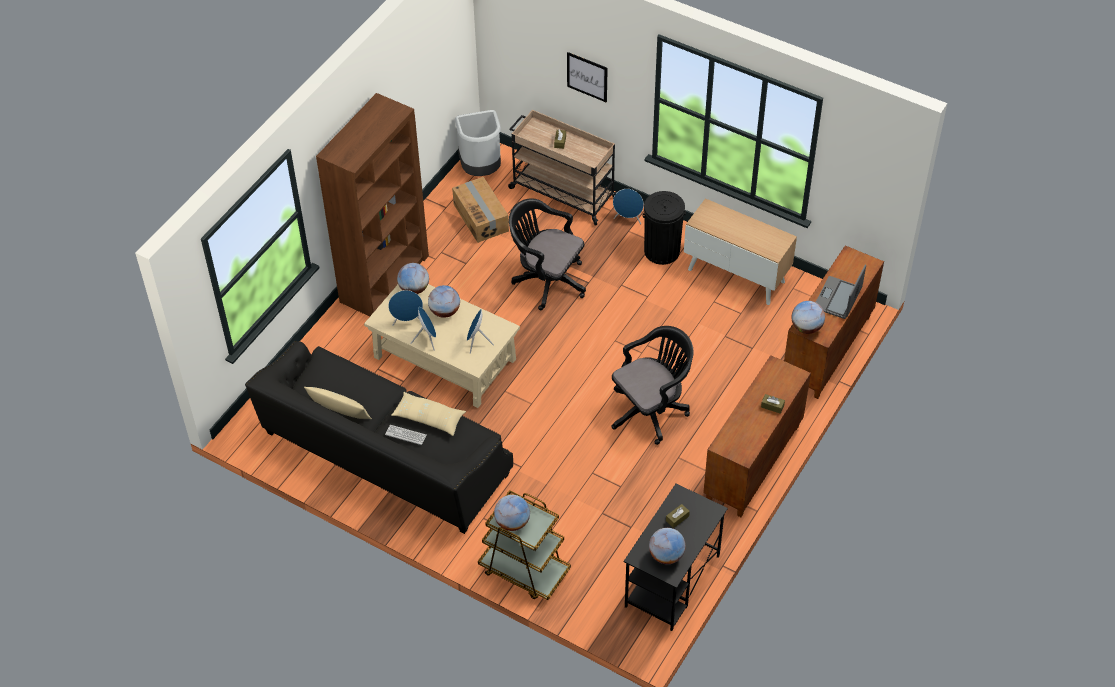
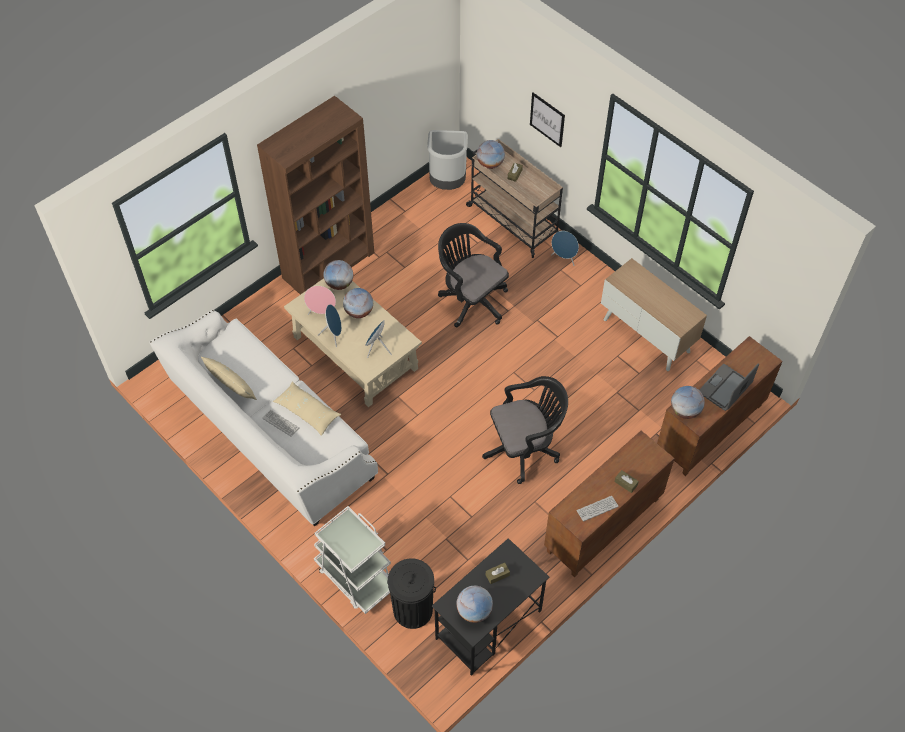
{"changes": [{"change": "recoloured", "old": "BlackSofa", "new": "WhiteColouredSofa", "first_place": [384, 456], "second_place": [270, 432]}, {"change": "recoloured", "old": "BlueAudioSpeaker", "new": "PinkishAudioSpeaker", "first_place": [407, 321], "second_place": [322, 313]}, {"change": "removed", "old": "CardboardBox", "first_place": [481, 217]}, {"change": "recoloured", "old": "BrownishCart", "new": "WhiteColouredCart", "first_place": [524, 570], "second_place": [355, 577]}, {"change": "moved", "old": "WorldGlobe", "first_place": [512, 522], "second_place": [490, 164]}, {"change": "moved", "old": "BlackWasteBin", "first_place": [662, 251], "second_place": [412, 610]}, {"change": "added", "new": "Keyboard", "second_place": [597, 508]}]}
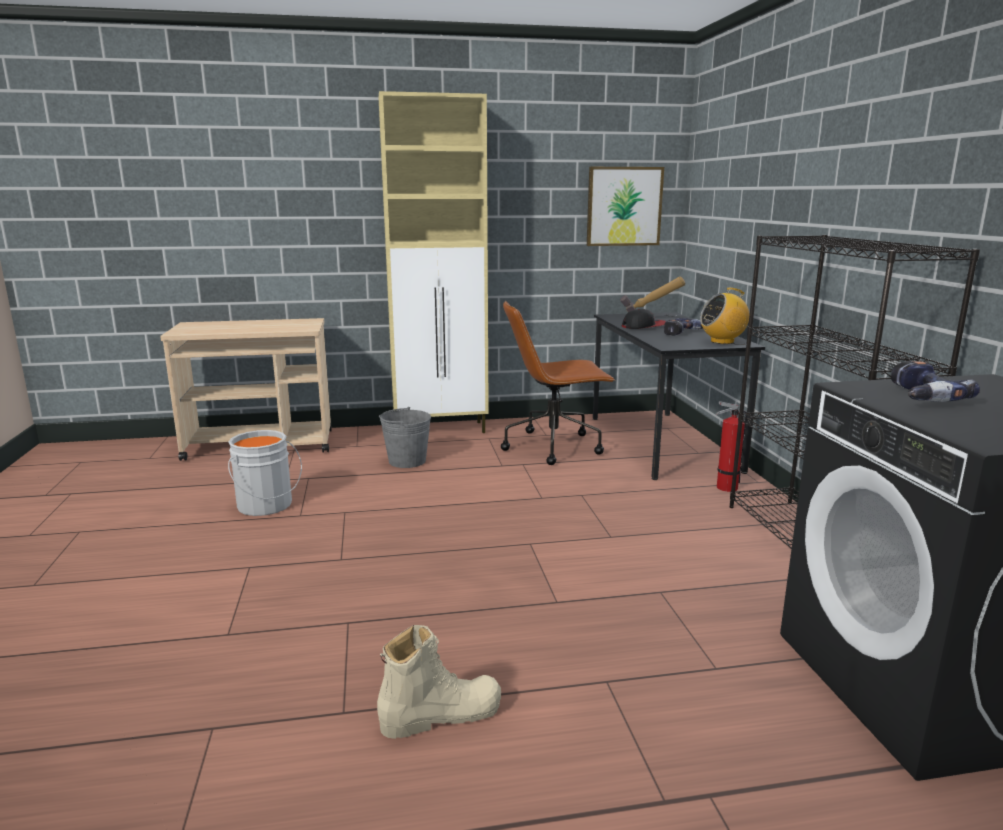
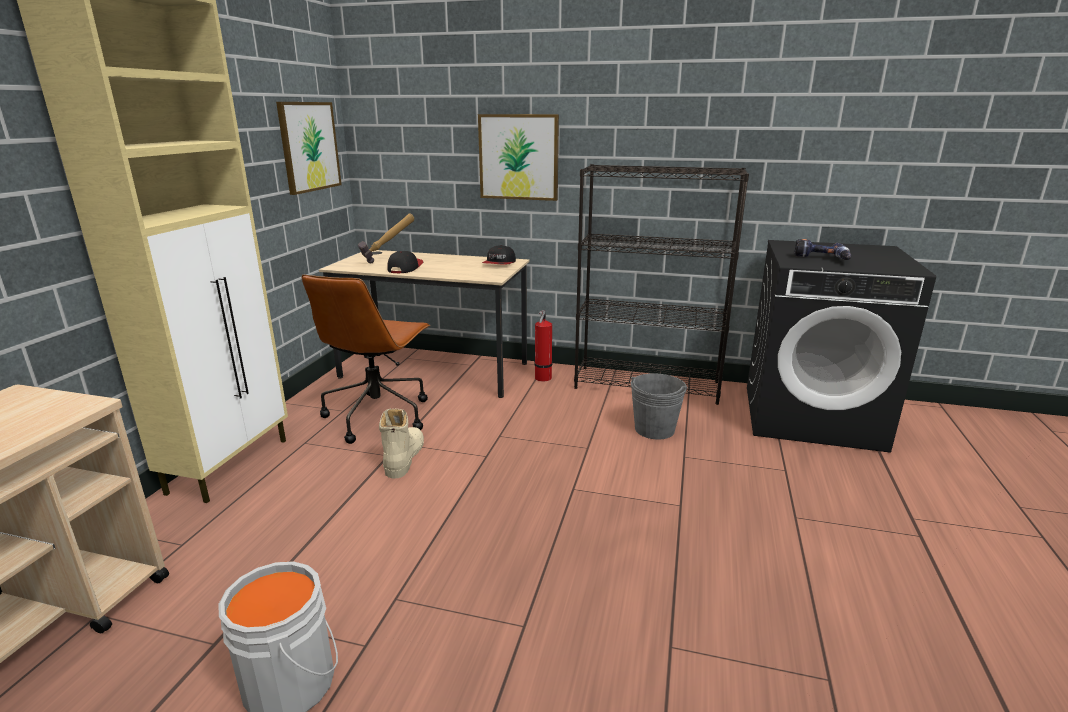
{"changes": [{"change": "moved", "old": "BeigeHighTopBoot", "first_place": [441, 715], "second_place": [404, 457]}, {"change": "moved", "old": "GreyPail", "first_place": [407, 461], "second_place": [654, 429]}, {"change": "recoloured", "old": "BlackDesk", "new": "BeigeDesk", "first_place": [661, 443], "second_place": [434, 370]}, {"change": "removed", "old": "ElectricDrill", "first_place": [685, 333]}, {"change": "replaced", "old": "RadioSet", "new": "Cap", "first_place": [722, 341], "second_place": [499, 263]}, {"change": "added", "new": "WallPicture", "second_place": [519, 157]}]}
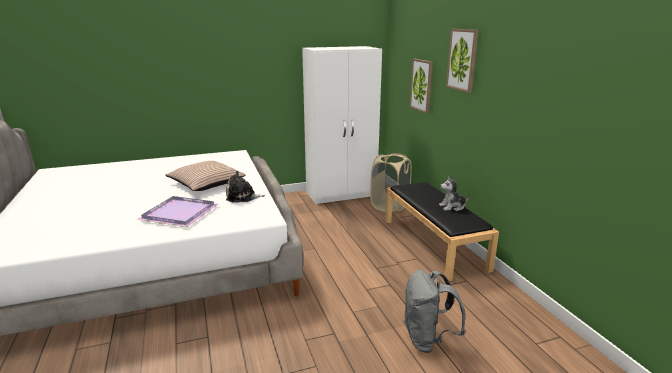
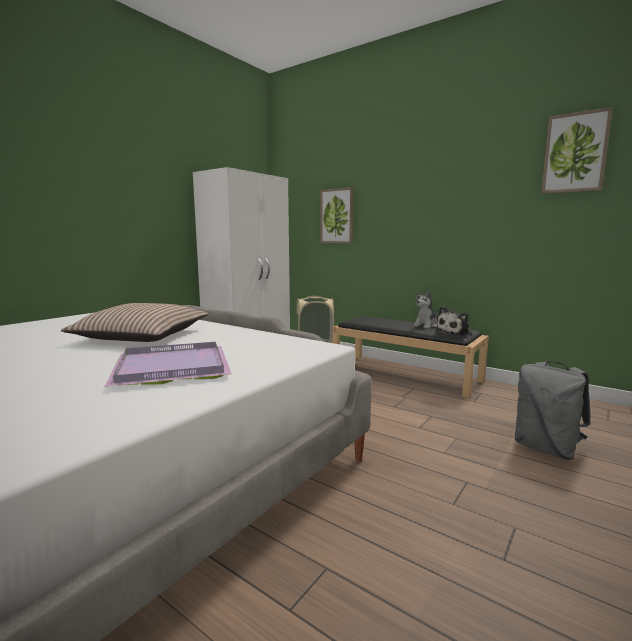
{"changes": [{"change": "moved", "old": "SoftToy", "first_place": [243, 197], "second_place": [455, 333]}, {"change": "moved", "old": "WallPicture", "first_place": [462, 60], "second_place": [575, 153]}]}
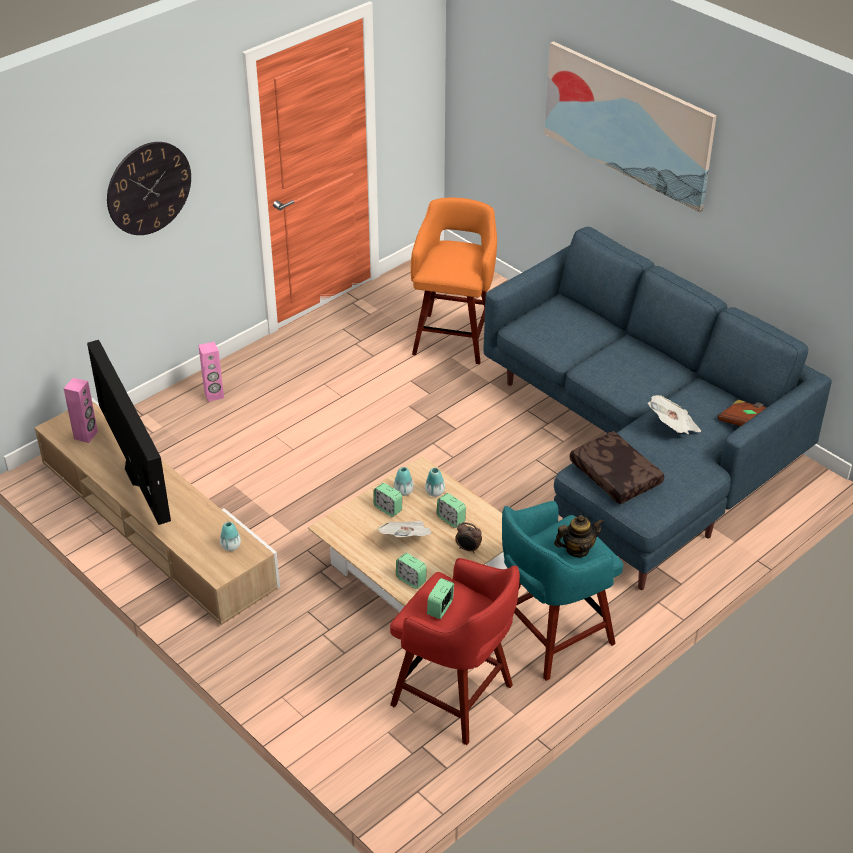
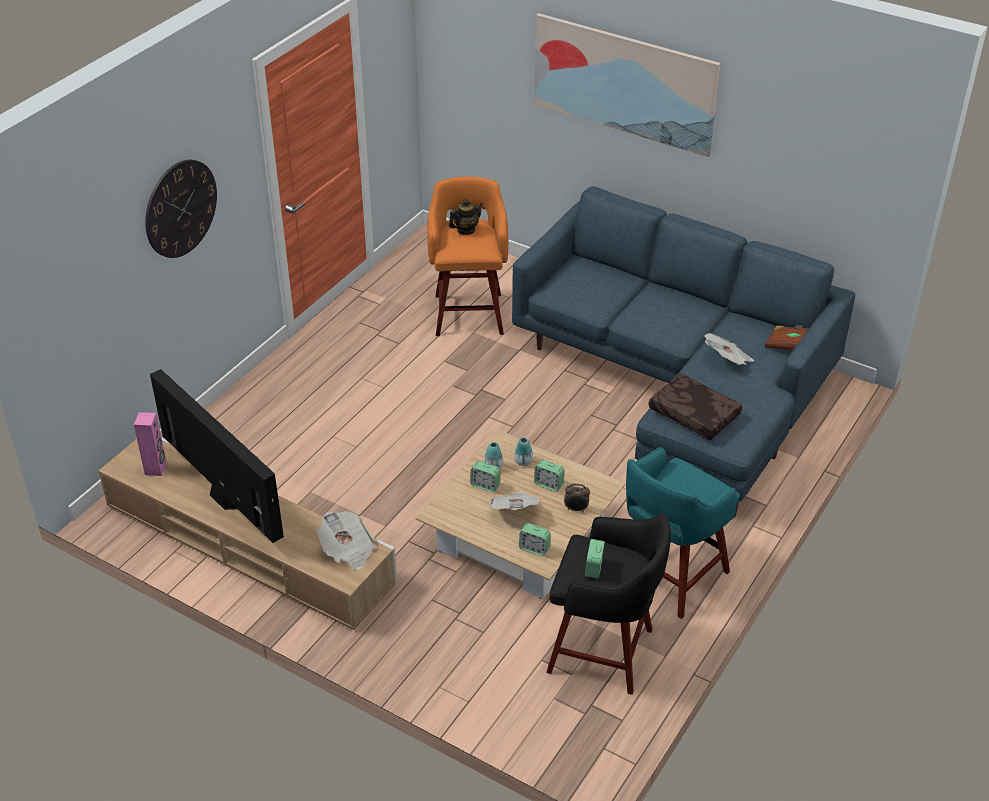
{"changes": [{"change": "removed", "old": "PinkishAudioSpeaker", "first_place": [214, 395]}, {"change": "replaced", "old": "DecorativeVase", "new": "PrintedPaper", "first_place": [231, 546], "second_place": [347, 550]}, {"change": "recoloured", "old": "ReddishSittingStool", "new": "BlackSittingStool", "first_place": [455, 697], "second_place": [604, 652]}, {"change": "moved", "old": "PotForTea", "first_place": [577, 549], "second_place": [466, 230]}]}
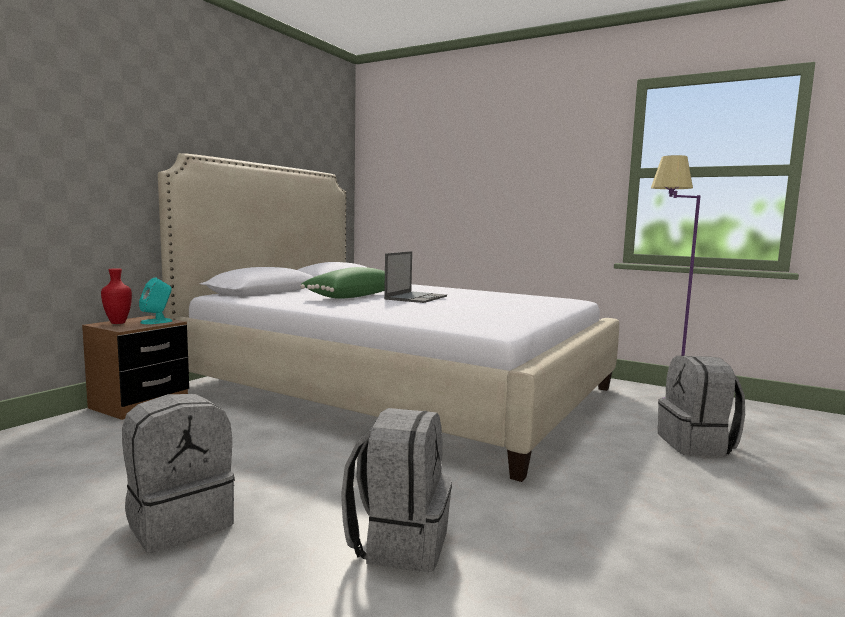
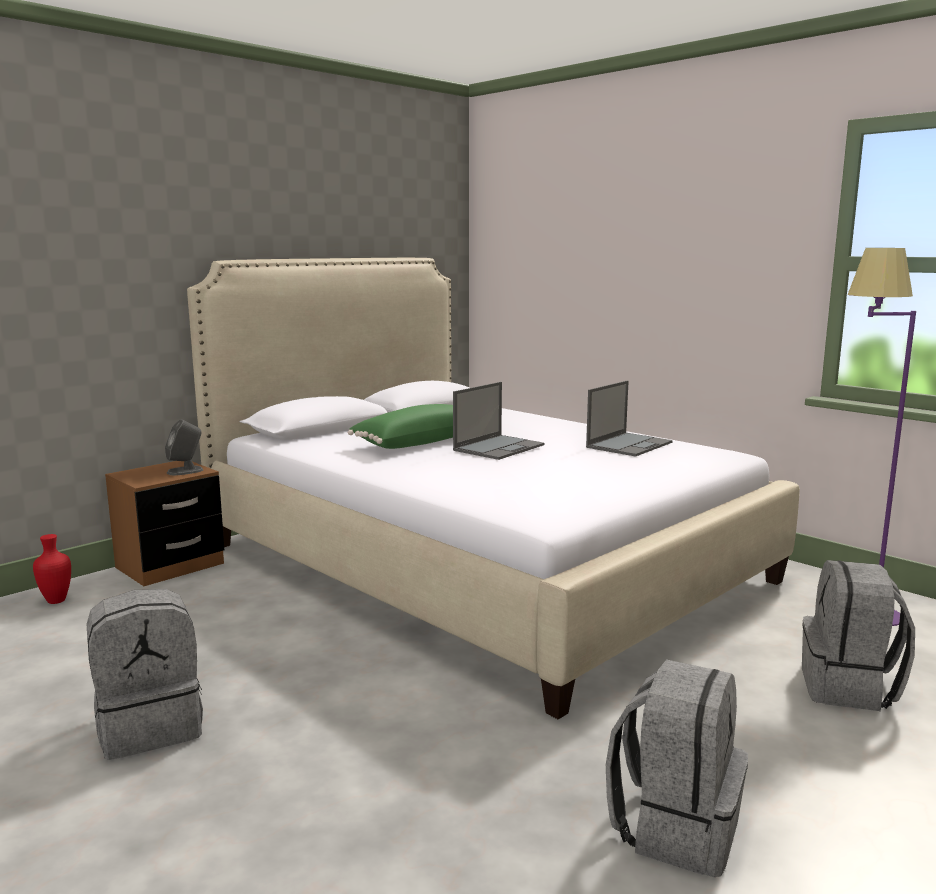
{"changes": [{"change": "moved", "old": "ReddishDecorativeVase", "first_place": [118, 323], "second_place": [56, 600]}, {"change": "recoloured", "old": "TurquoiseColouredAudioSpeaker", "new": "GreyAudioSpeaker", "first_place": [157, 321], "second_place": [185, 471]}, {"change": "moved", "old": "GreyKnapsack", "first_place": [399, 542], "second_place": [675, 827]}, {"change": "added", "new": "PortableComputer", "second_place": [629, 445]}]}
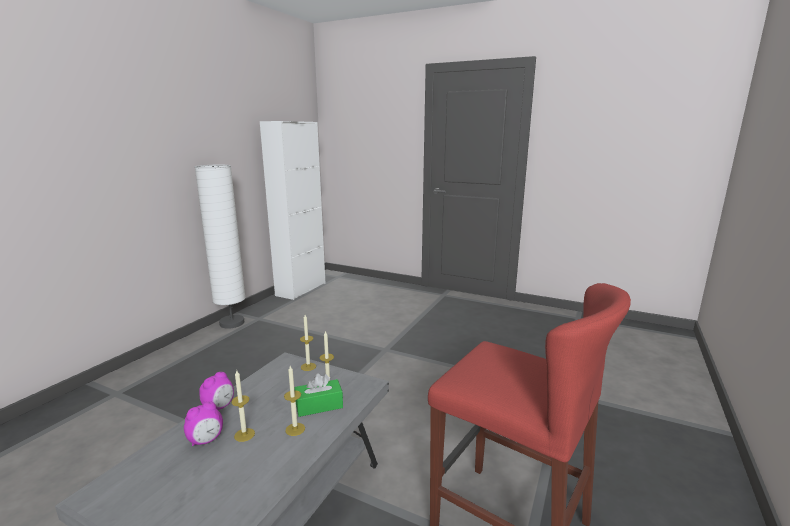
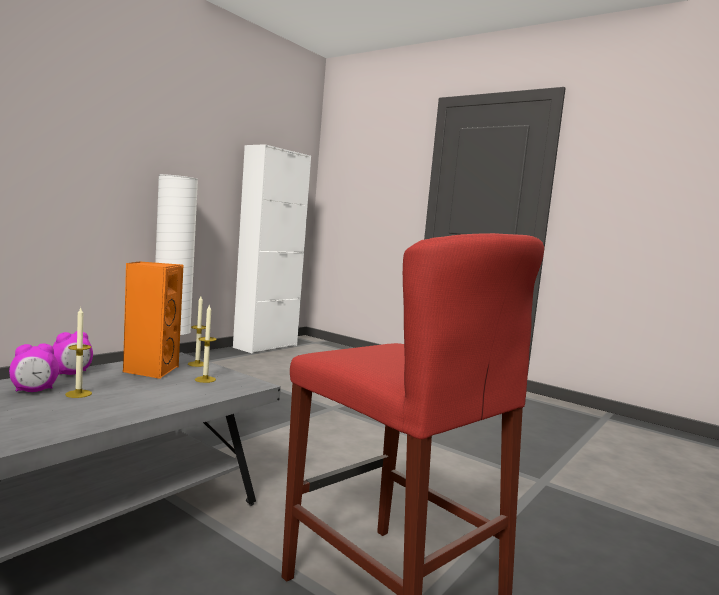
{"changes": [{"change": "removed", "old": "Candle", "first_place": [295, 429]}, {"change": "removed", "old": "GreenBoxOfTissues", "first_place": [319, 405]}, {"change": "added", "new": "OrangeyAudioSpeaker", "second_place": [150, 370]}]}
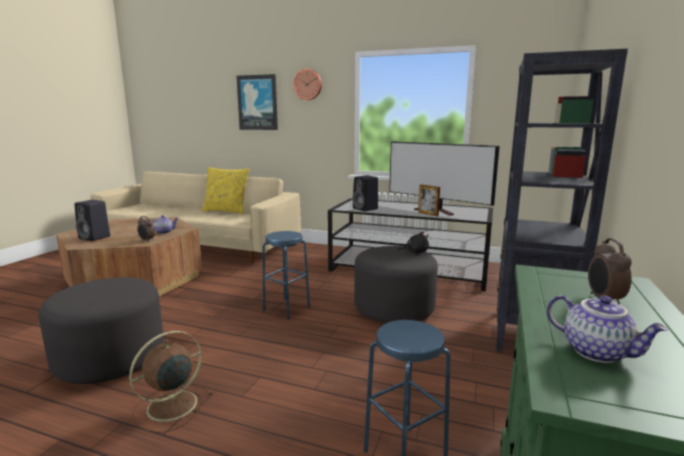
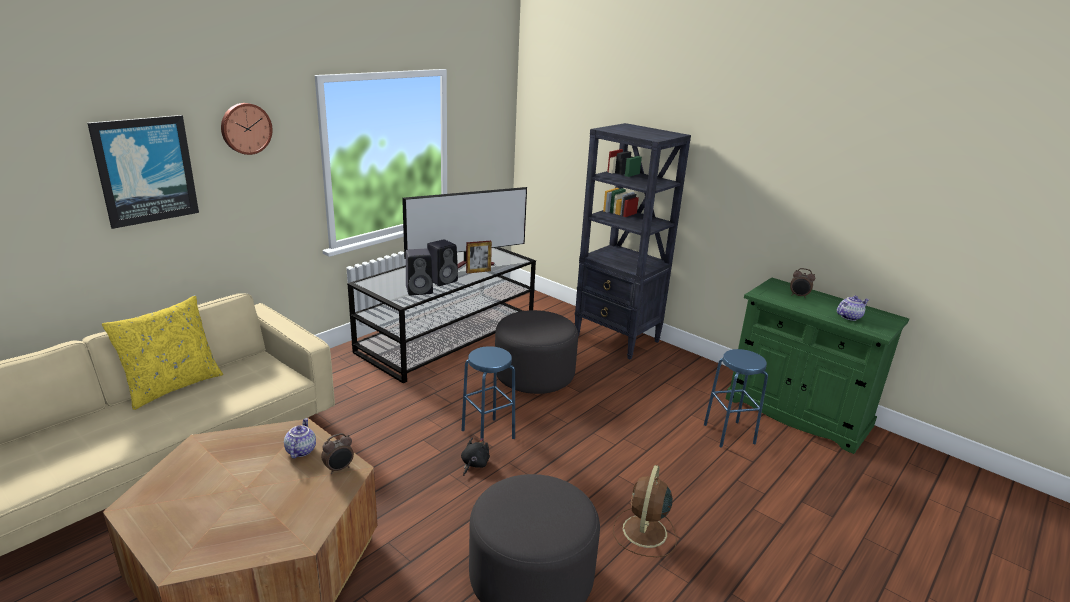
{"changes": [{"change": "moved", "old": "BlackAudioSpeaker", "first_place": [95, 237], "second_place": [443, 280]}, {"change": "turned", "old": "BrownishCoolingFan", "first_place": [170, 407], "second_place": [644, 532], "degrees": 45}, {"change": "moved", "old": "BlackSoftToy", "first_place": [415, 252], "second_place": [474, 464]}]}
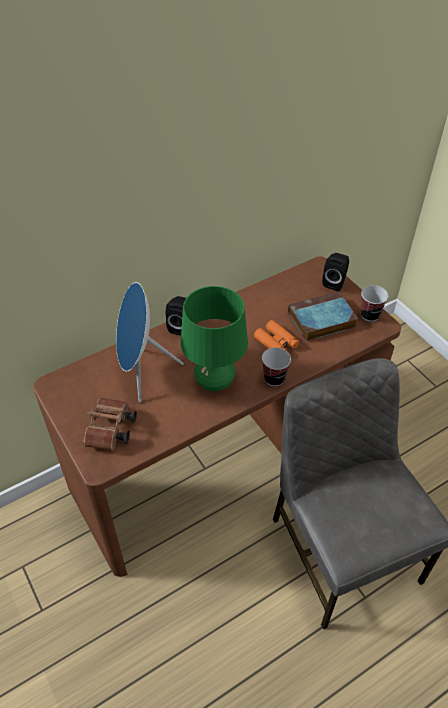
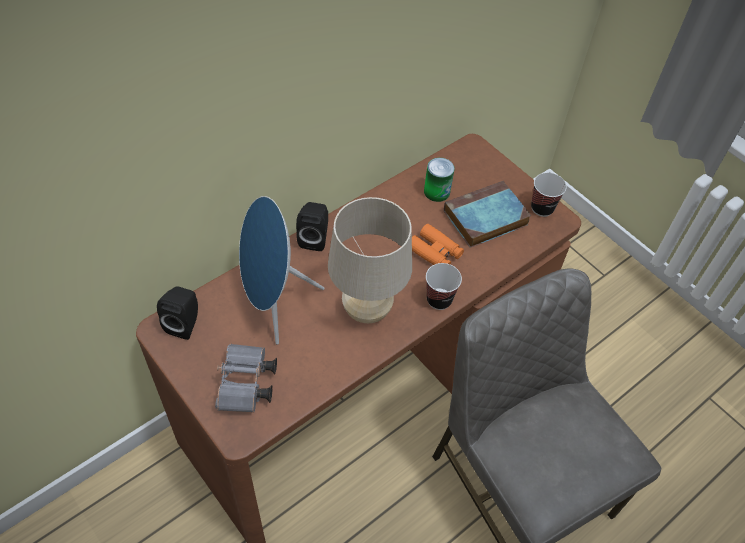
{"changes": [{"change": "recoloured", "old": "BrownishPairOfBinoculars", "new": "GreyPairOfBinoculars", "first_place": [110, 431], "second_place": [246, 386]}, {"change": "recoloured", "old": "GreenLampForATable", "new": "BeigeLampForATable", "first_place": [215, 382], "second_place": [367, 310]}, {"change": "moved", "old": "BlackAudioSpeaker", "first_place": [335, 282], "second_place": [185, 323]}, {"change": "added", "new": "MetalCan", "second_place": [437, 191]}]}
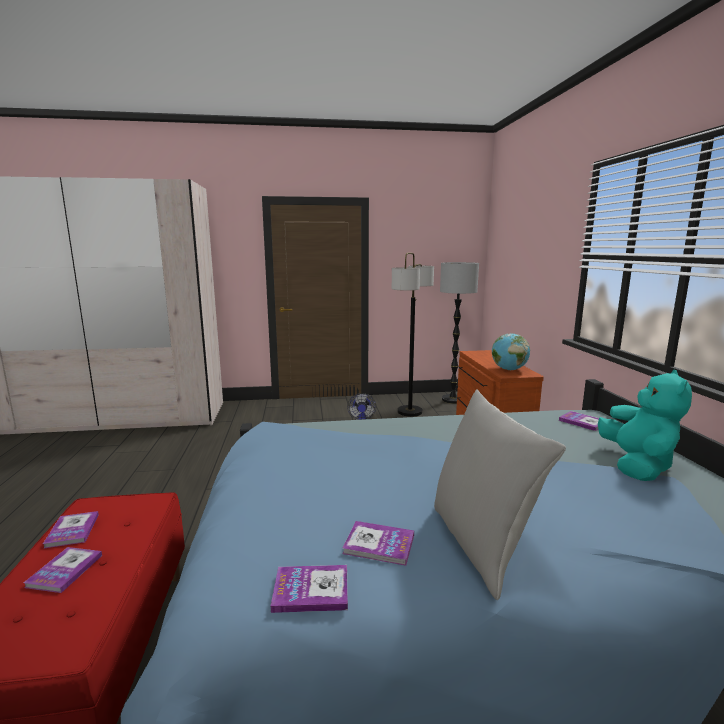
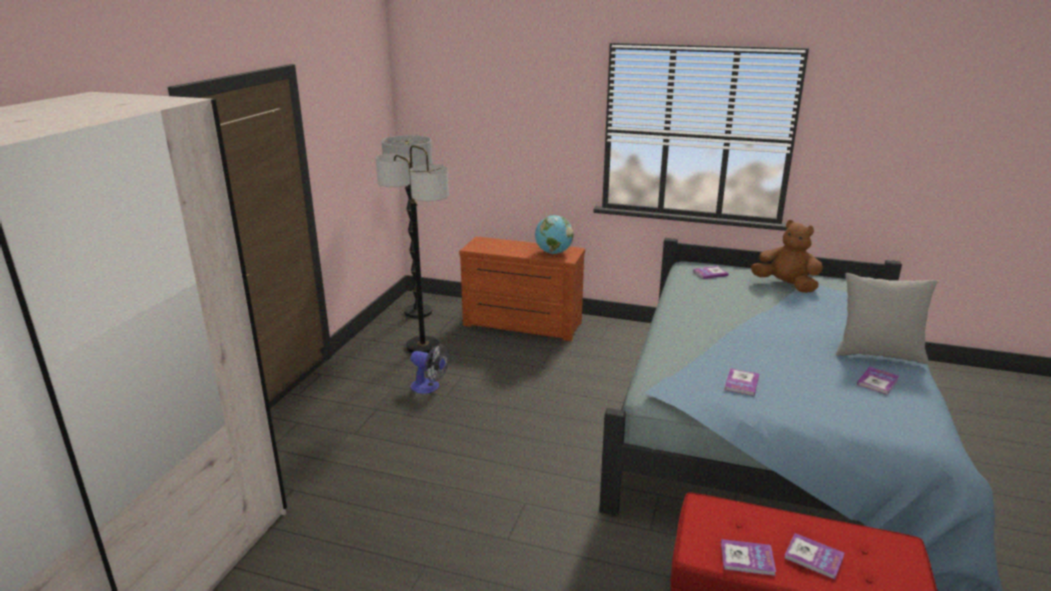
{"changes": [{"change": "moved", "old": "BoundBook", "first_place": [311, 590], "second_place": [741, 383]}, {"change": "recoloured", "old": "TurquoiseColouredSoftToy", "new": "BrownishSoftToy", "first_place": [637, 465], "second_place": [786, 285]}]}
